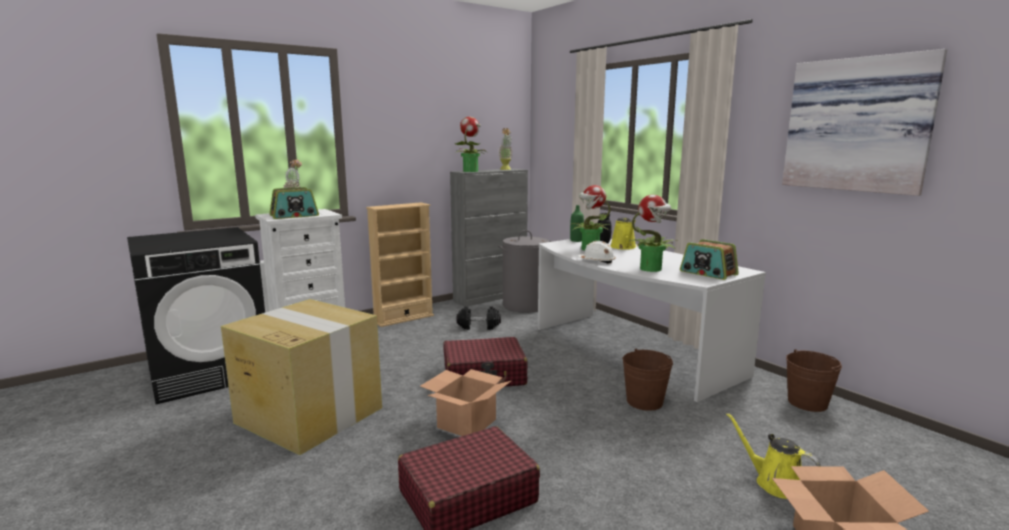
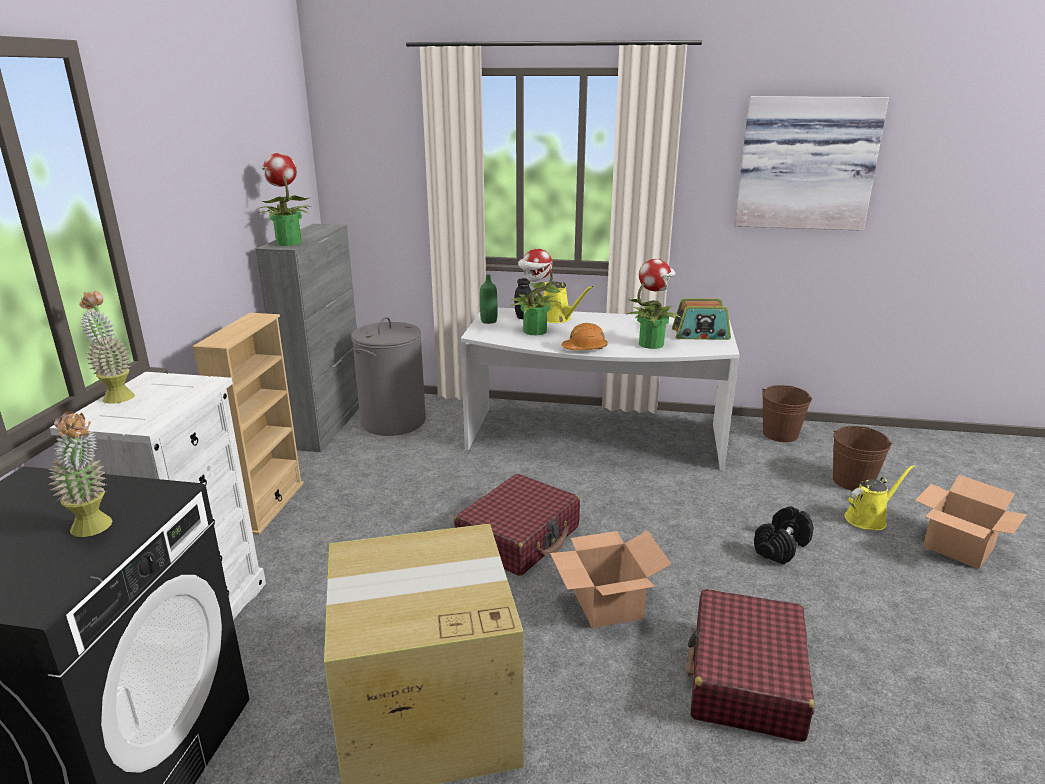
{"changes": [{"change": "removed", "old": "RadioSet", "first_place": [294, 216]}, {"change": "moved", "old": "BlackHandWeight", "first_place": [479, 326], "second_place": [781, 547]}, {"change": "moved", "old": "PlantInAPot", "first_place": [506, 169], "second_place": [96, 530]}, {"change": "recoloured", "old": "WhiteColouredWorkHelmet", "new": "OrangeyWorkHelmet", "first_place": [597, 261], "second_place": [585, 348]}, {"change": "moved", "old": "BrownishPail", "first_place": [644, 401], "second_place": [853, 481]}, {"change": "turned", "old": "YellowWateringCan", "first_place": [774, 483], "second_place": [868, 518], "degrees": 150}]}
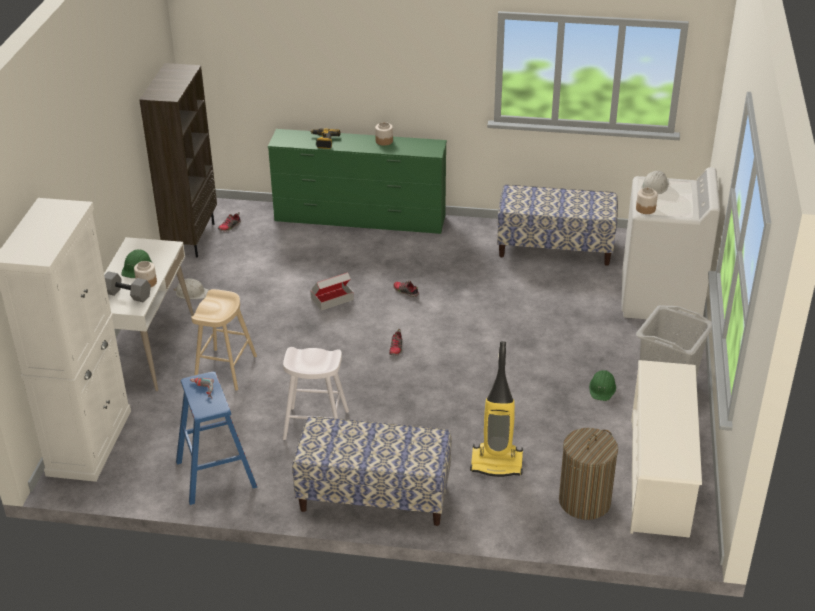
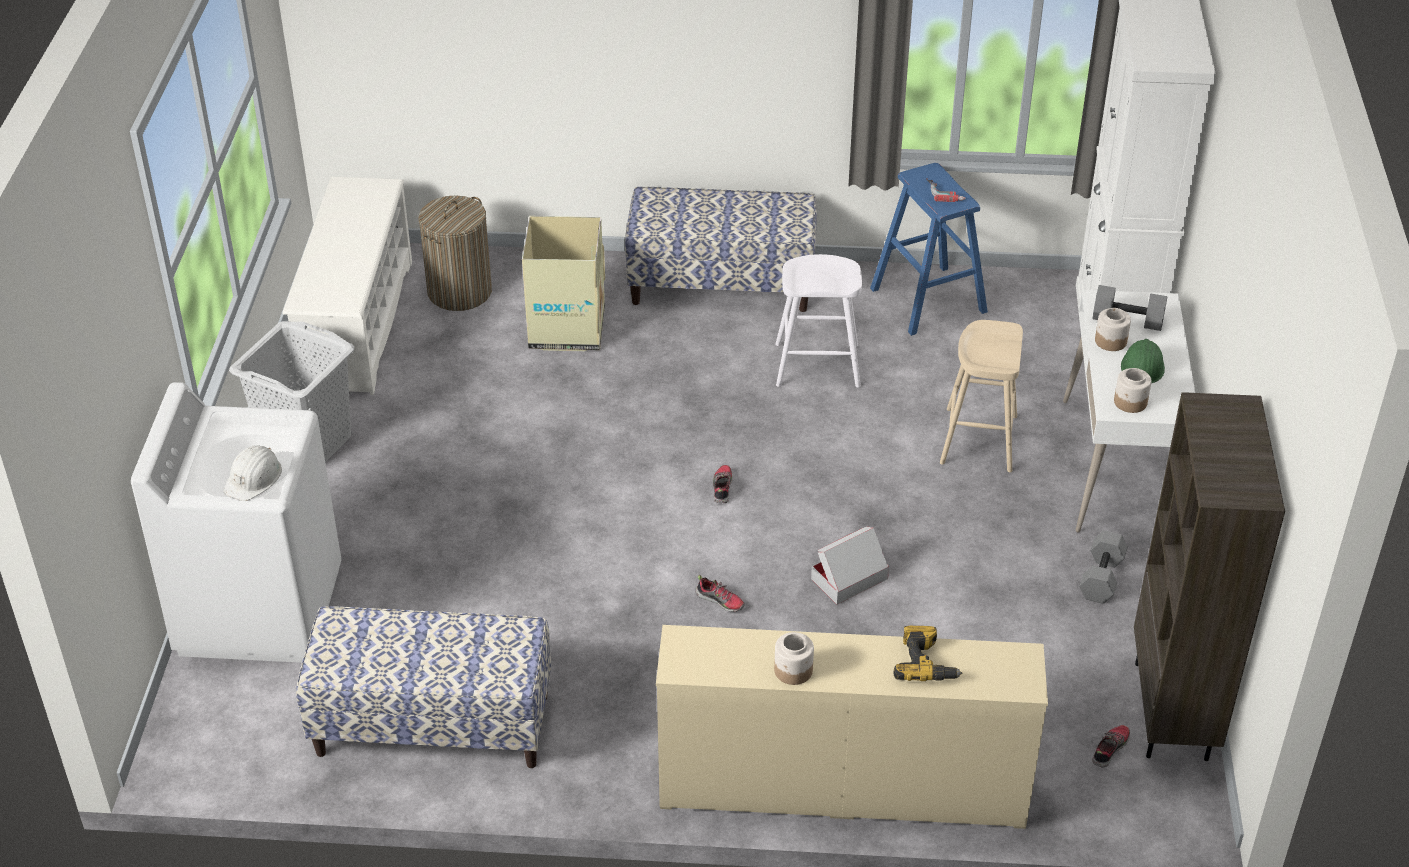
{"changes": [{"change": "replaced", "old": "WhiteColouredWorkHelmet", "new": "GreyHandWeight", "first_place": [192, 293], "second_place": [1102, 578]}, {"change": "recoloured", "old": "GreenDrawerChest", "new": "BeigeDrawerChest", "first_place": [360, 219], "second_place": [841, 787]}, {"change": "replaced", "old": "Vacuum", "new": "CardboardBox", "first_place": [497, 463], "second_place": [566, 329]}, {"change": "removed", "old": "GreenWorkHelmet", "first_place": [602, 388]}, {"change": "moved", "old": "StorageJar", "first_place": [645, 209], "second_place": [1130, 402]}]}
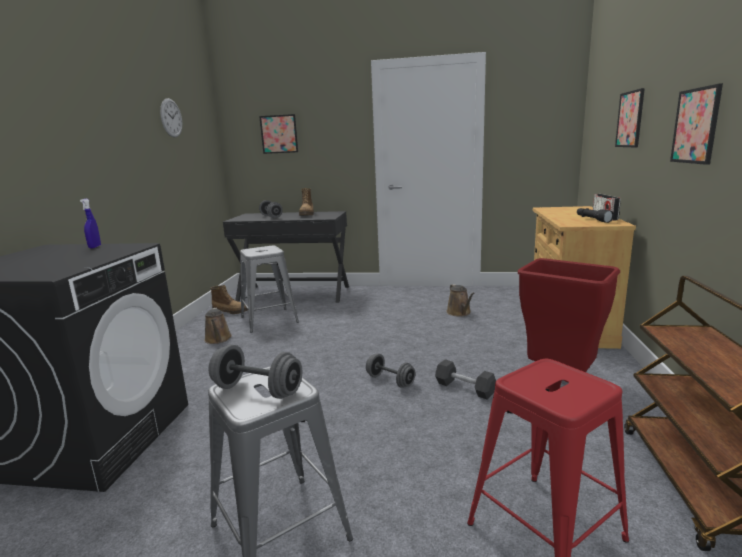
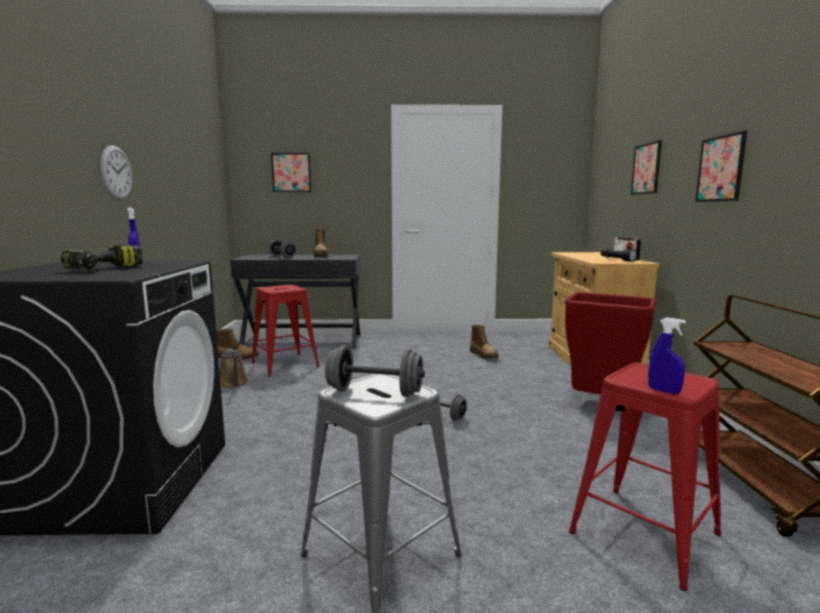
{"changes": [{"change": "moved", "old": "HangingClock", "first_place": [171, 118], "second_place": [116, 172]}, {"change": "recoloured", "old": "GreySittingStool", "new": "ReddishSittingStool", "first_place": [269, 320], "second_place": [285, 364]}, {"change": "removed", "old": "BlackHandWeight", "first_place": [465, 388]}, {"change": "replaced", "old": "BrownishWateringCan", "new": "HighTopBoot", "first_place": [459, 313], "second_place": [484, 355]}, {"change": "added", "new": "ElectricDrill", "second_place": [105, 269]}, {"change": "added", "new": "BlueHandSprayer", "second_place": [663, 391]}]}
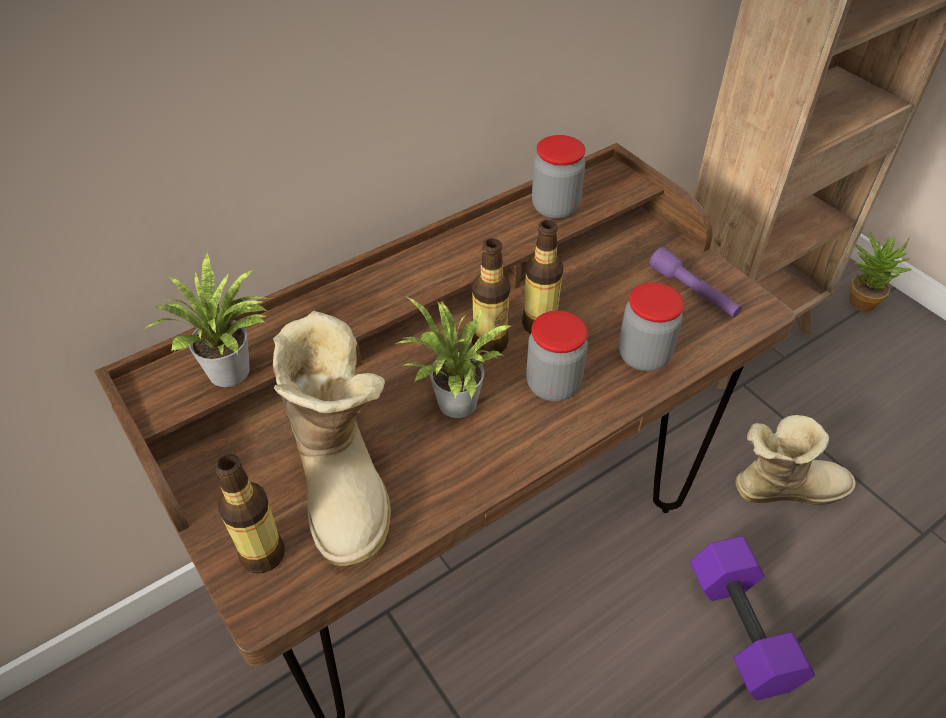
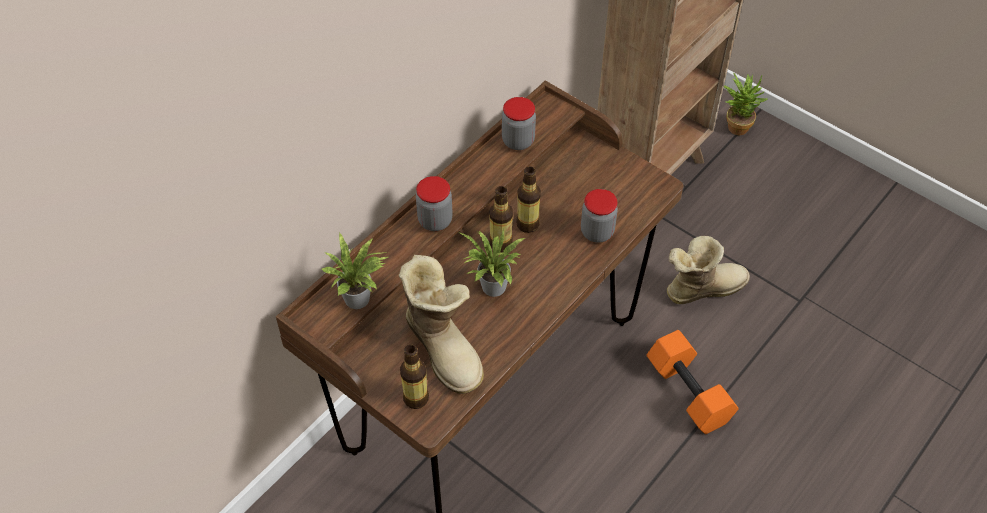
{"changes": [{"change": "moved", "old": "StorageJar", "first_place": [553, 385], "second_place": [435, 220]}, {"change": "removed", "old": "PurplishTorch", "first_place": [693, 292]}, {"change": "recoloured", "old": "PurplishHandWeight", "new": "OrangeyHandWeight", "first_place": [744, 630], "second_place": [690, 392]}]}
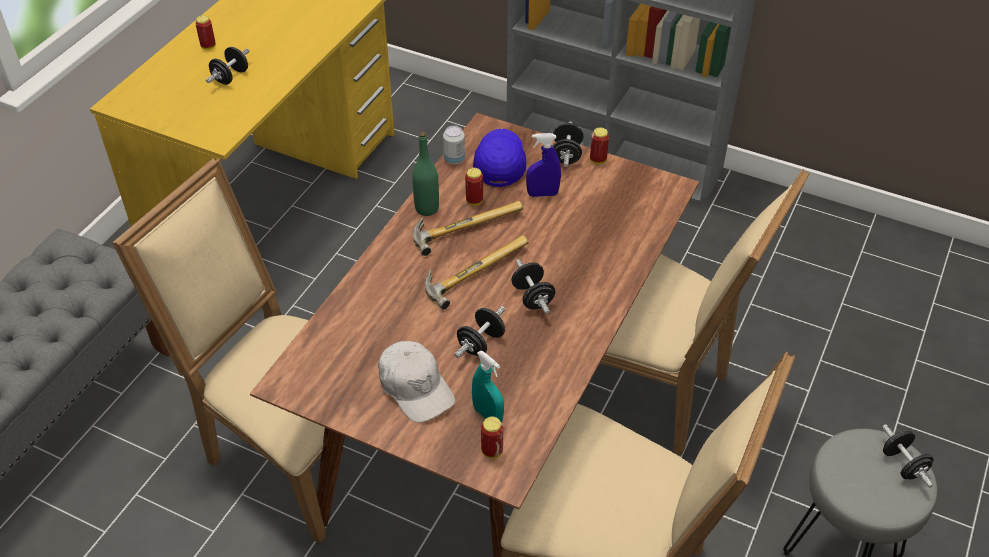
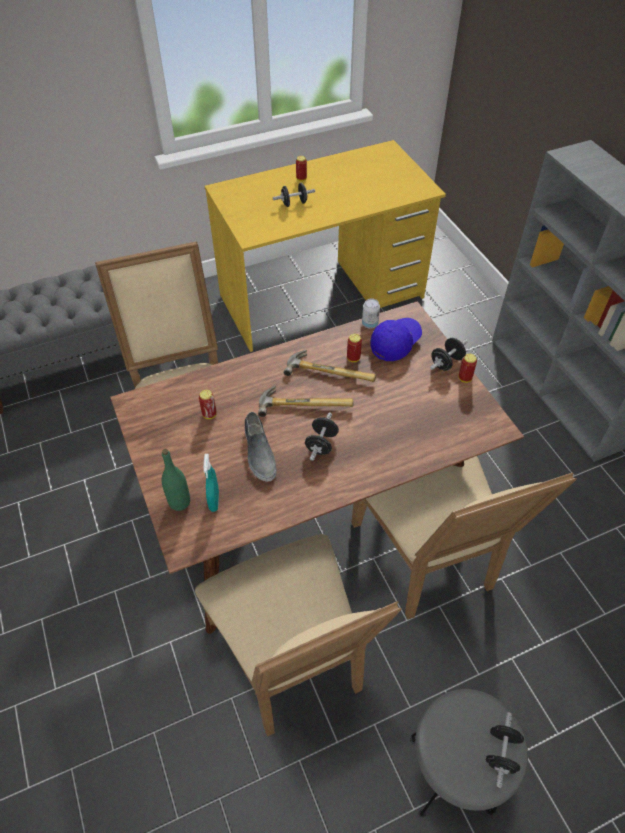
{"changes": [{"change": "removed", "old": "WhiteColouredCap", "first_place": [415, 387]}, {"change": "moved", "old": "GreenBeverageBottle", "first_place": [427, 208], "second_place": [179, 502]}, {"change": "replaced", "old": "BlackHandWeight", "new": "GreyLowShoe", "first_place": [481, 343], "second_place": [259, 452]}, {"change": "moved", "old": "MetalCan", "first_place": [492, 451], "second_place": [209, 414]}, {"change": "removed", "old": "BlueHandSprayer", "first_place": [542, 194]}]}
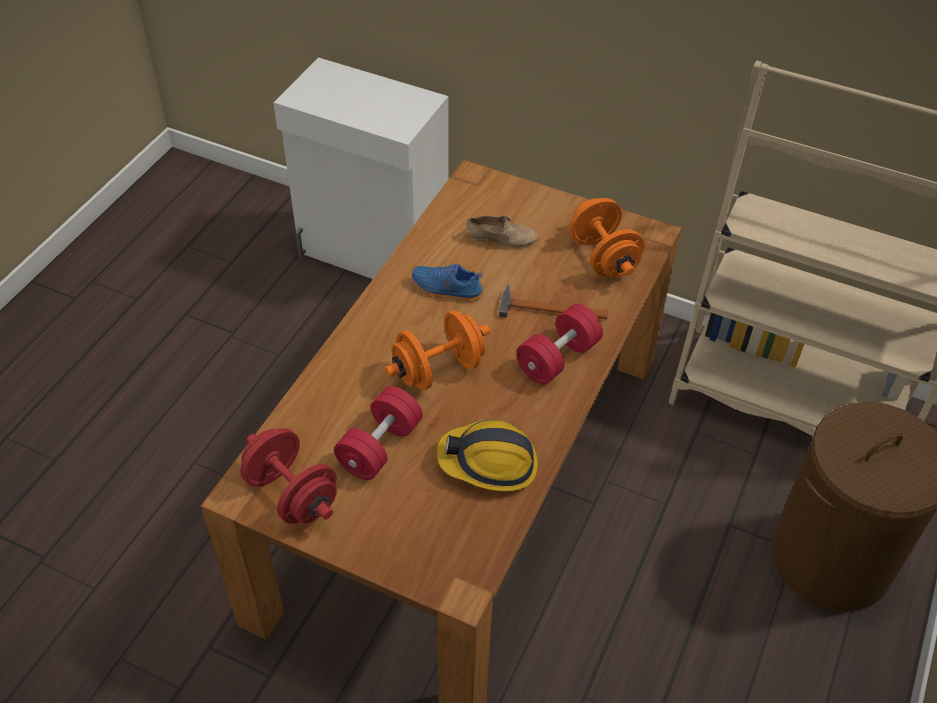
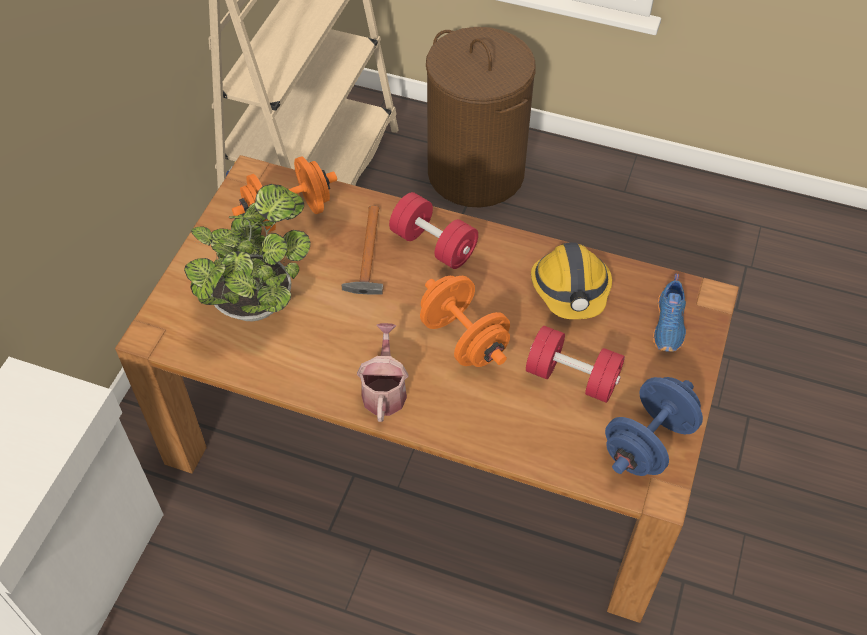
{"changes": [{"change": "recoloured", "old": "ReddishHandWeight", "new": "BlueHandWeight", "first_place": [292, 494], "second_place": [648, 443]}, {"change": "moved", "old": "BlueLowShoe", "first_place": [446, 290], "second_place": [669, 325]}, {"change": "replaced", "old": "BeigeLowShoe", "new": "PlantInAPot", "first_place": [502, 237], "second_place": [258, 300]}, {"change": "added", "new": "WateringCan", "second_place": [384, 390]}]}
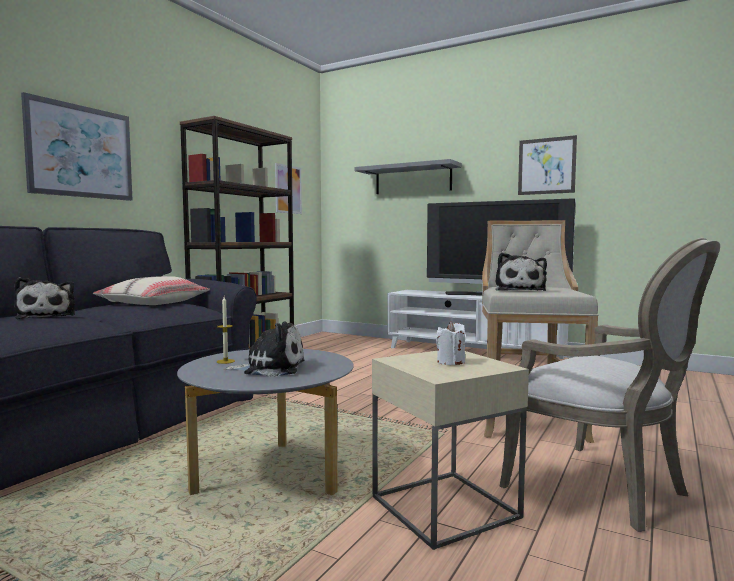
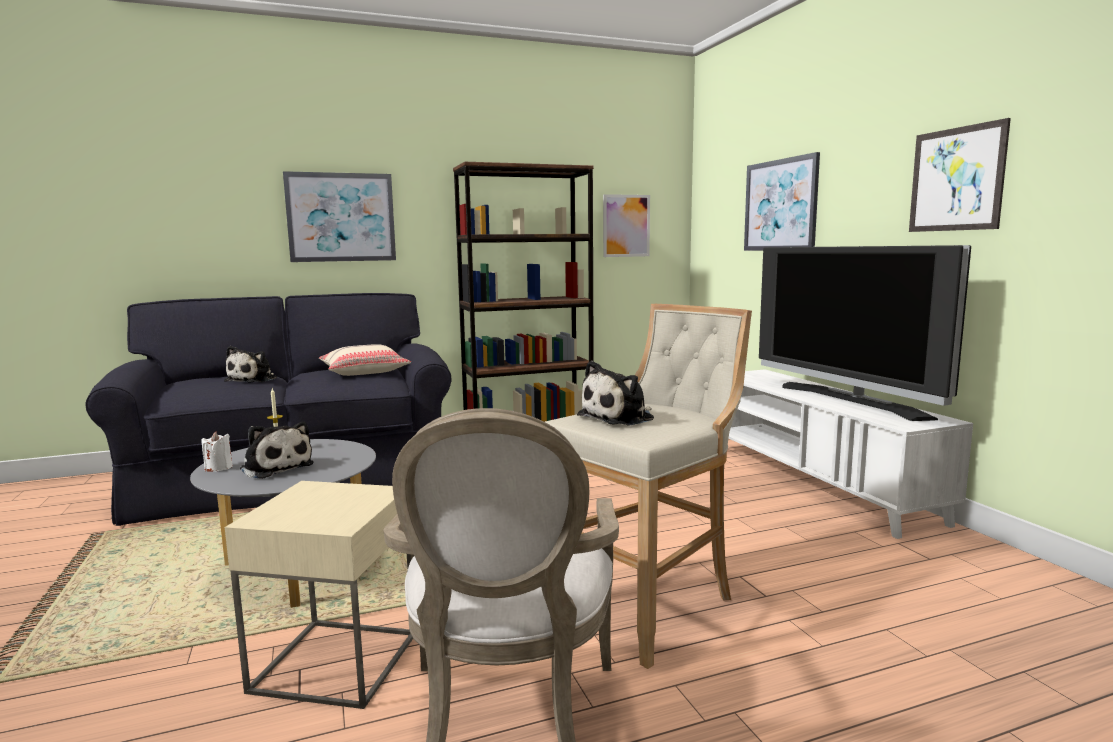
{"changes": [{"change": "replaced", "old": "GreyShelf", "new": "WallPicture", "first_place": [413, 179], "second_place": [780, 205]}, {"change": "moved", "old": "WhiteColouredCandle", "first_place": [451, 362], "second_place": [218, 468]}]}
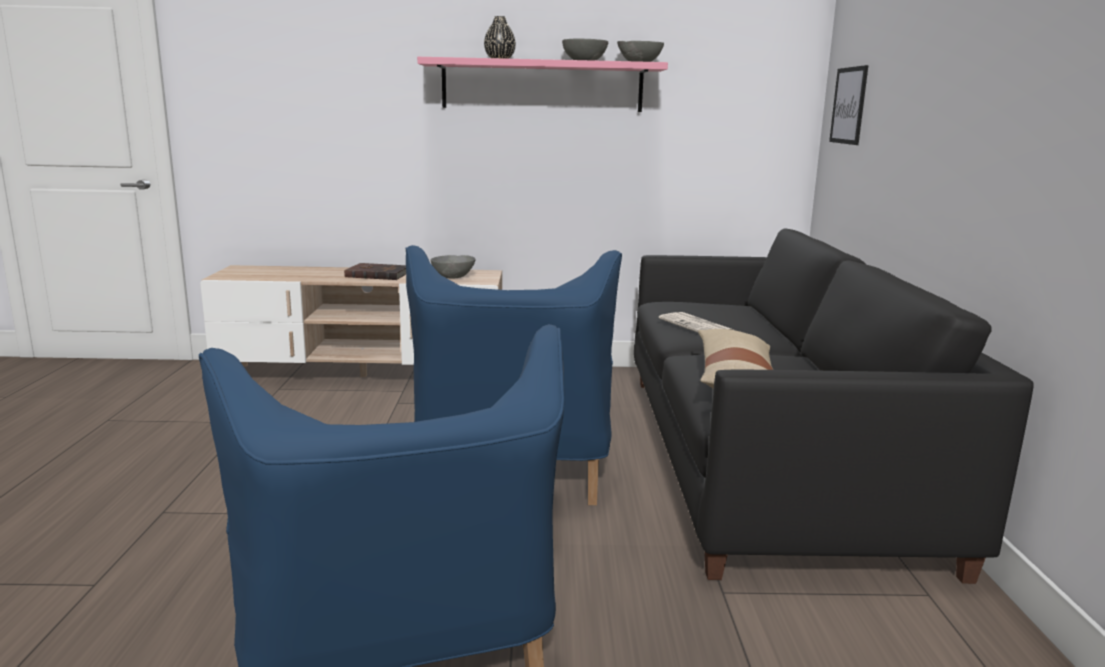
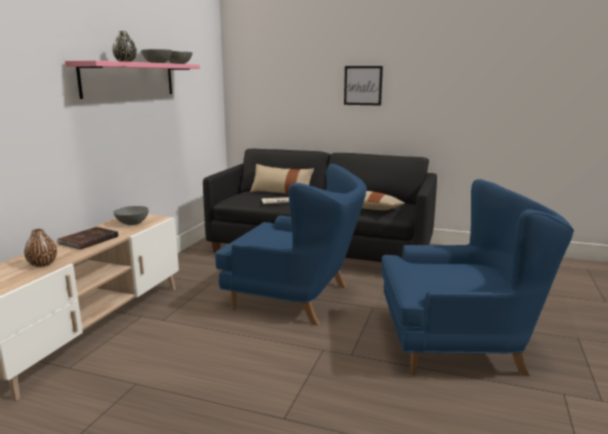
{"changes": [{"change": "moved", "old": "WallPicture", "first_place": [849, 105], "second_place": [363, 85]}, {"change": "added", "new": "BrownishDecorativeVase", "second_place": [42, 264]}, {"change": "added", "new": "BeigeCushion", "second_place": [281, 193]}]}
